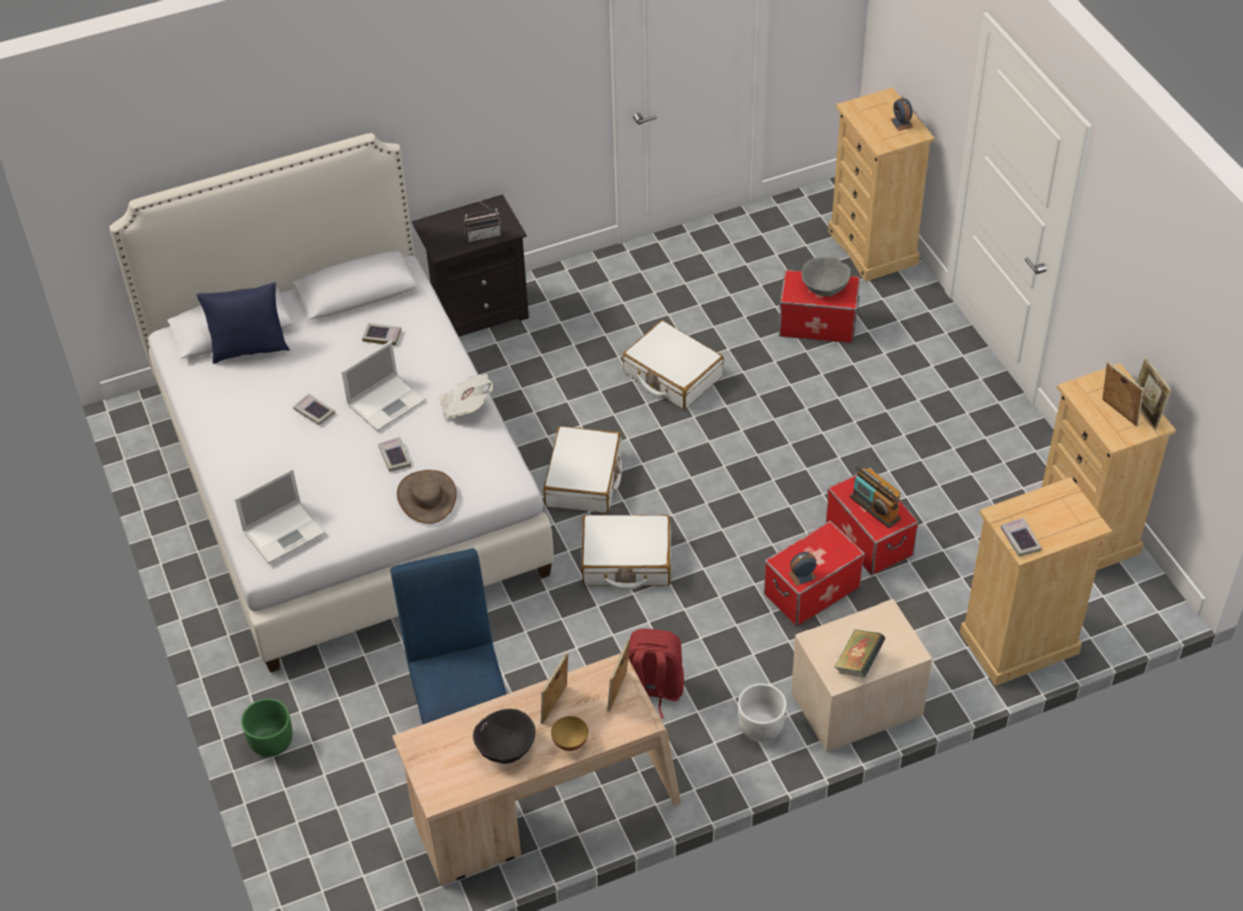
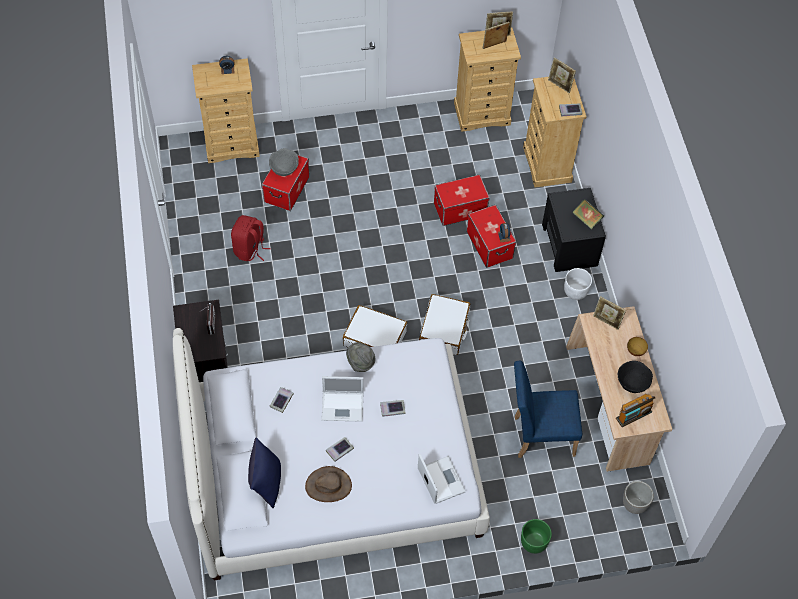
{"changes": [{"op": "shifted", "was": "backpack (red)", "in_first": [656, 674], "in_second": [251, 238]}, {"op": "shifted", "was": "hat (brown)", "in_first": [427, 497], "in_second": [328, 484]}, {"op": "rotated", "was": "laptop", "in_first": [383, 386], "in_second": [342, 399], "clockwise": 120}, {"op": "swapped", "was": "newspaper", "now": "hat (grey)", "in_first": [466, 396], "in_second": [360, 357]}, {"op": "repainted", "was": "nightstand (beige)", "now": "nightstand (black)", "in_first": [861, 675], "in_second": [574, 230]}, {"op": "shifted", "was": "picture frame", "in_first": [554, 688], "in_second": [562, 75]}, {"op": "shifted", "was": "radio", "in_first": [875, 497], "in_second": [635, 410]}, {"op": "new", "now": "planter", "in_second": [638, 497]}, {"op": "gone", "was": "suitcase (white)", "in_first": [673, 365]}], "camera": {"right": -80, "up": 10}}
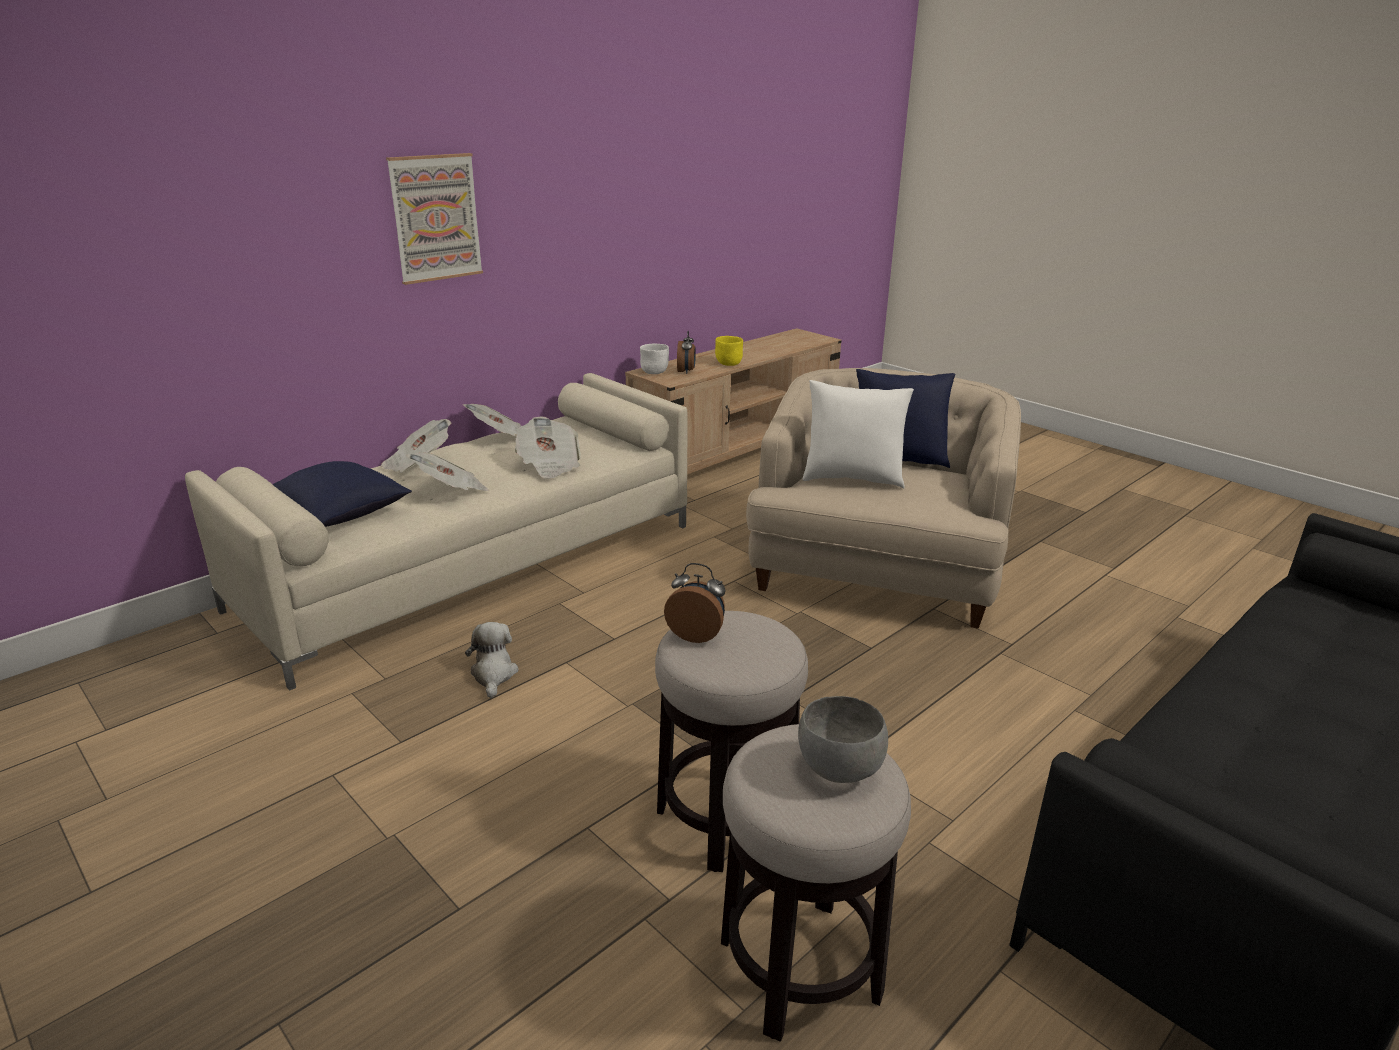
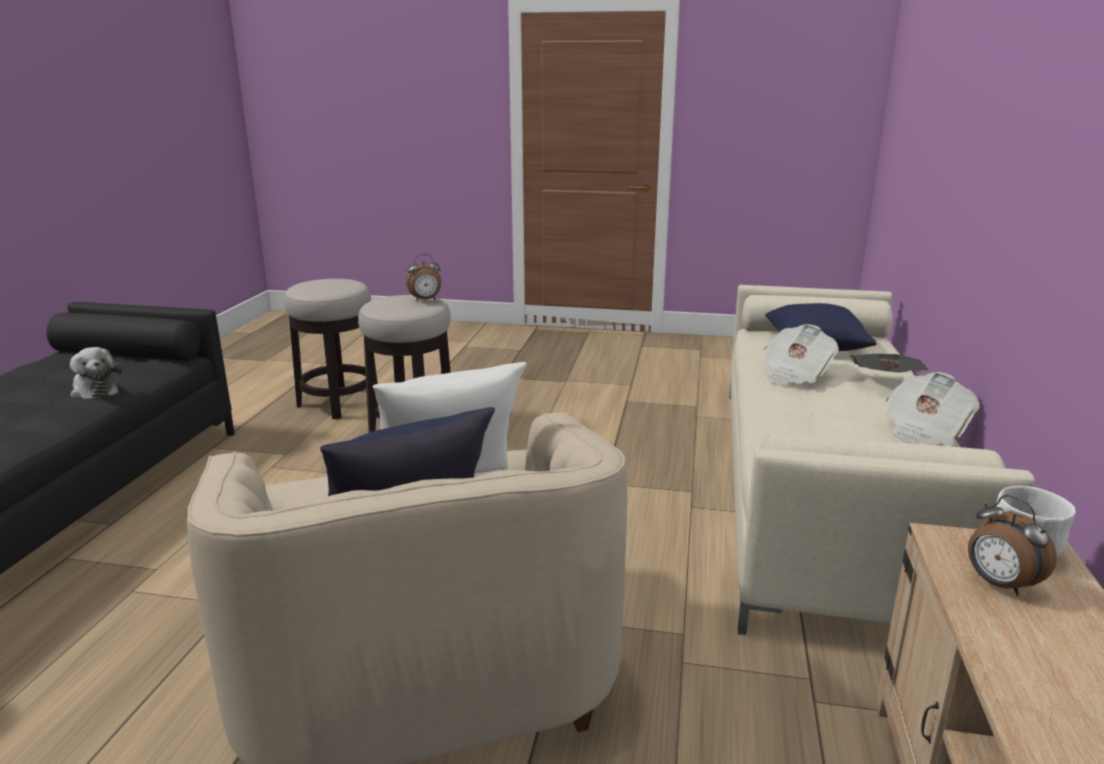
{"changes": [{"op": "shifted", "was": "plush toy", "in_first": [491, 660], "in_second": [96, 373]}, {"op": "gone", "was": "picture", "in_first": [434, 219]}, {"op": "gone", "was": "newspaper", "in_first": [547, 448]}, {"op": "gone", "was": "bowl (yellow)", "in_first": [729, 351]}, {"op": "gone", "was": "bowl (grey)", "in_first": [843, 739]}], "camera": {"right": 145, "up": -5}}
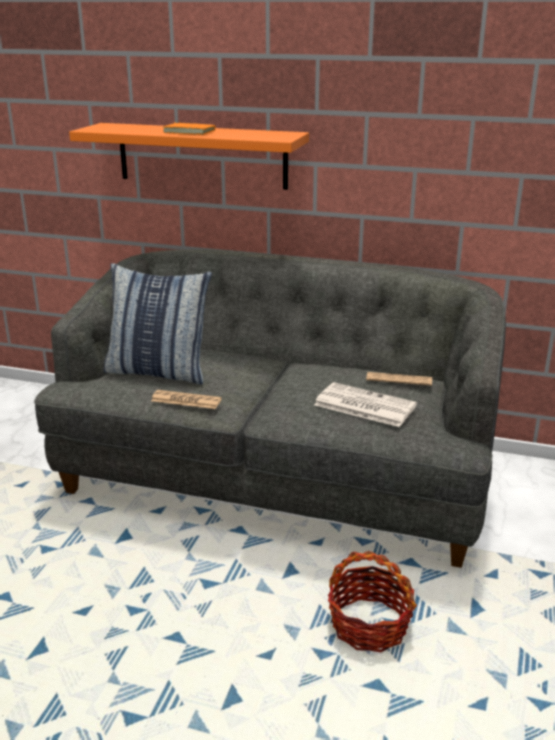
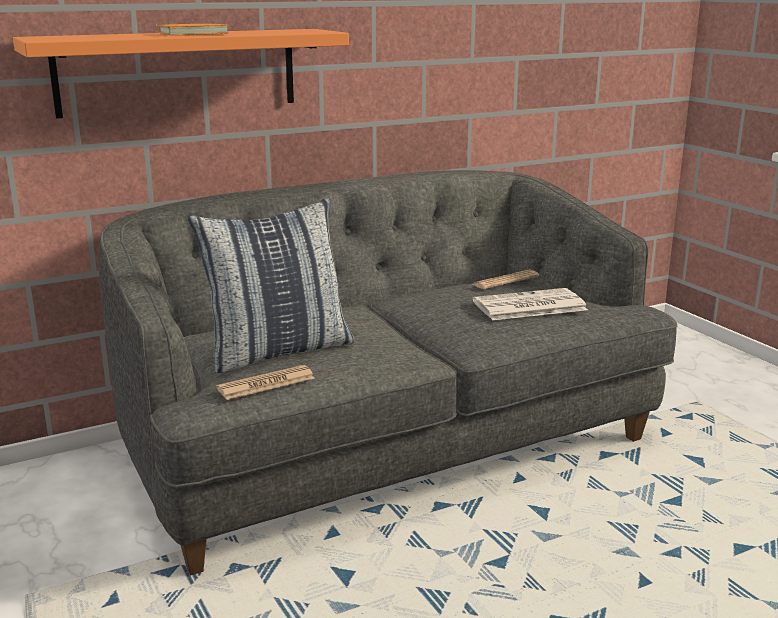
{"changes": [{"op": "shifted", "was": "newspaper", "in_first": [186, 399], "in_second": [265, 382]}, {"op": "gone", "was": "basket", "in_first": [372, 601]}], "camera": {"right": -45, "up": -5}}
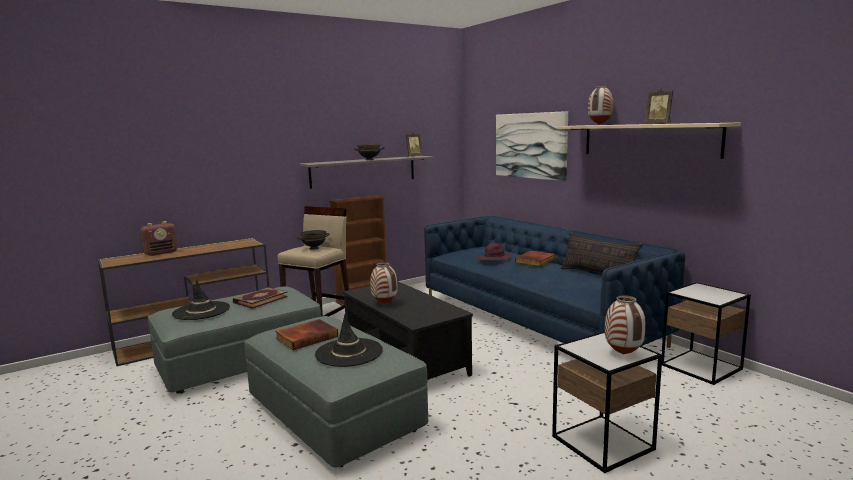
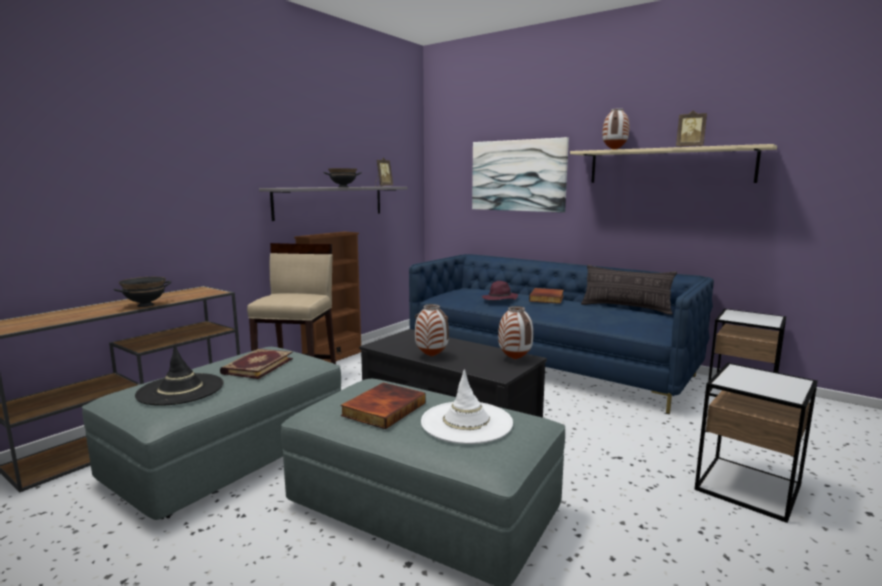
{"changes": [{"op": "shifted", "was": "bowl (black)", "in_first": [313, 239], "in_second": [142, 292]}, {"op": "repainted", "was": "hat (black)", "now": "hat (white)", "in_first": [349, 340], "in_second": [467, 406]}, {"op": "shifted", "was": "vase", "in_first": [625, 324], "in_second": [515, 333]}, {"op": "gone", "was": "radio", "in_first": [159, 238]}], "camera": {"right": -20, "up": 0}}
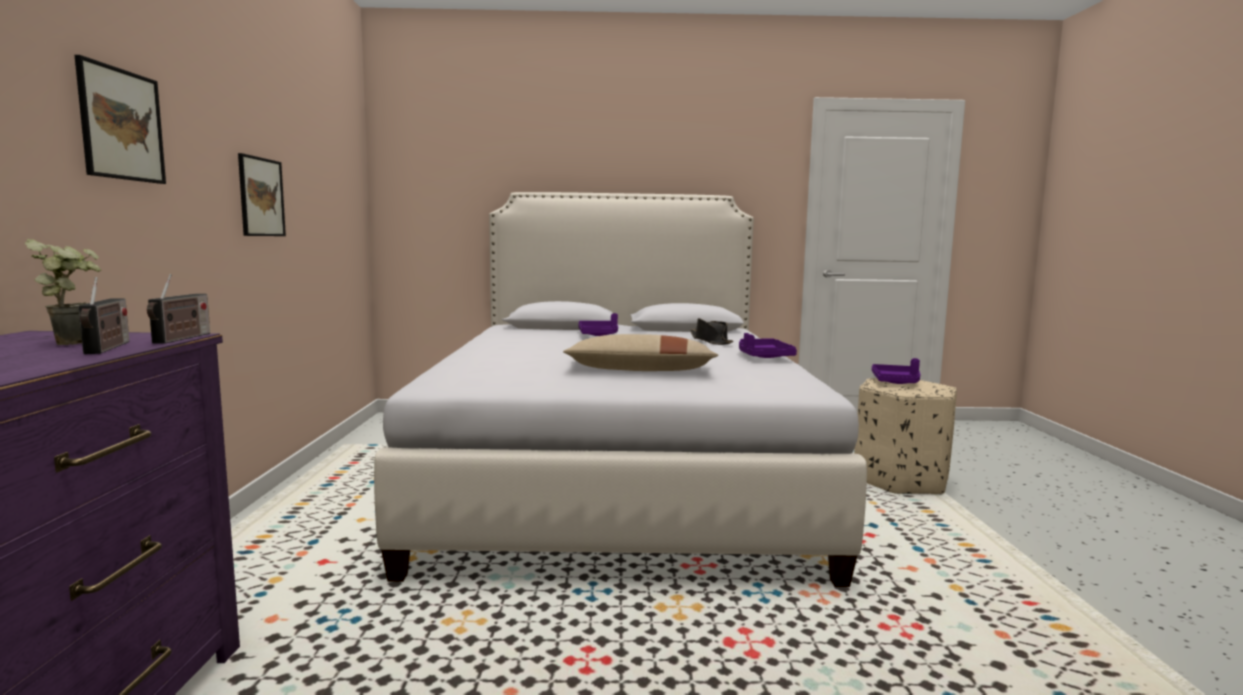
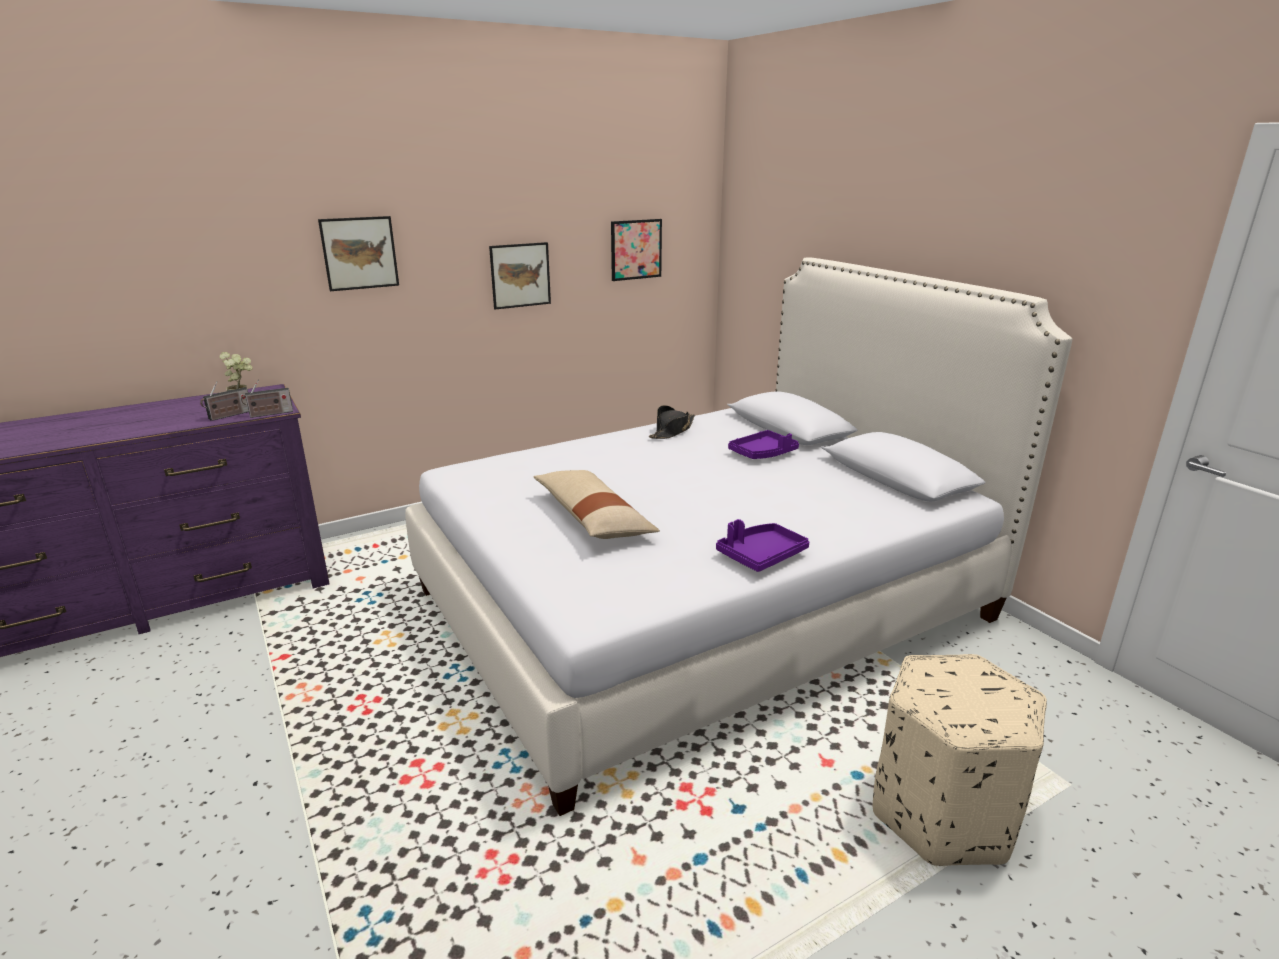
{"changes": [{"op": "new", "now": "picture", "in_second": [636, 250]}, {"op": "shifted", "was": "hat (black)", "in_first": [711, 331], "in_second": [672, 422]}, {"op": "gone", "was": "tray (purple)", "in_first": [896, 371]}], "camera": {"right": 60, "up": 15}}
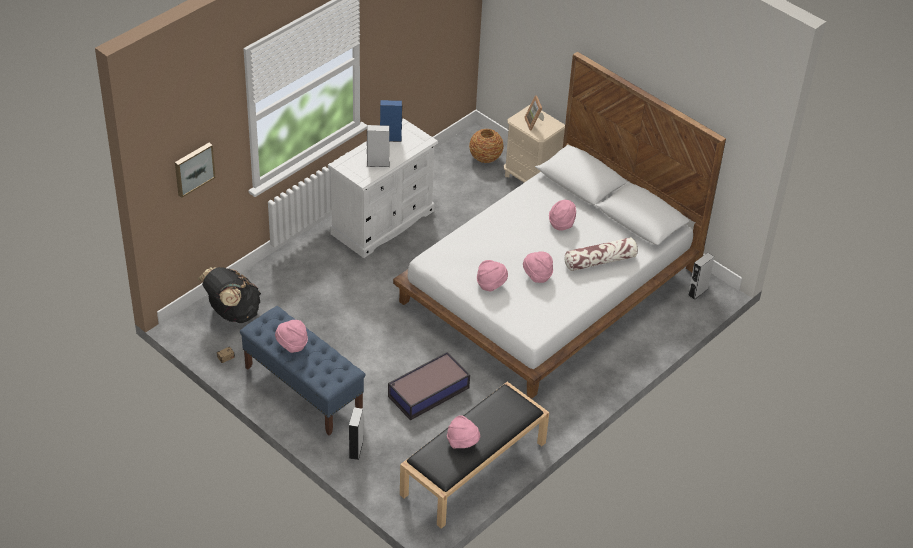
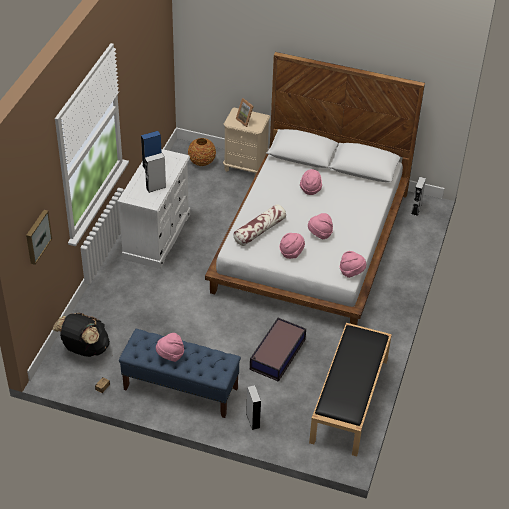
{"changes": [{"op": "shifted", "was": "pillow", "in_first": [601, 254], "in_second": [260, 225]}, {"op": "shifted", "was": "hat (pink)", "in_first": [463, 431], "in_second": [353, 264]}], "camera": {"right": -25, "up": 0}}
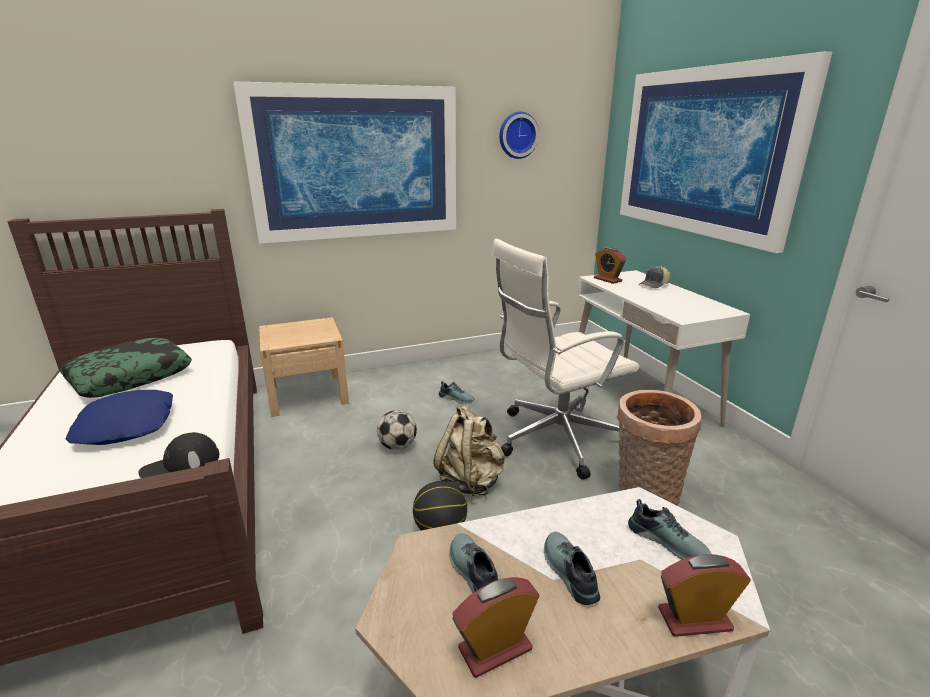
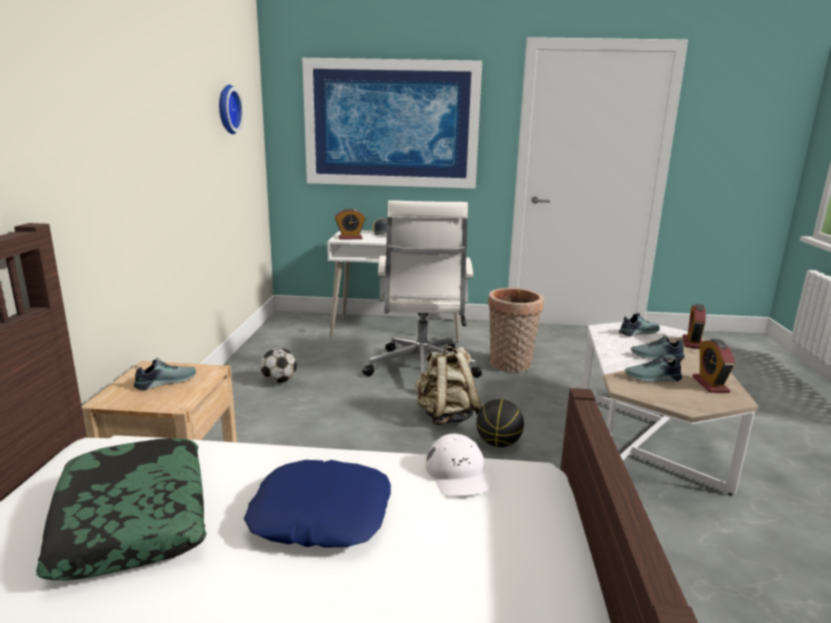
{"changes": [{"op": "shifted", "was": "shoe", "in_first": [456, 392], "in_second": [165, 374]}, {"op": "shifted", "was": "football", "in_first": [397, 430], "in_second": [278, 366]}, {"op": "repainted", "was": "cap (black)", "now": "cap (white)", "in_first": [178, 455], "in_second": [458, 465]}, {"op": "gone", "was": "picture", "in_first": [344, 162]}], "camera": {"right": -65, "up": -5}}
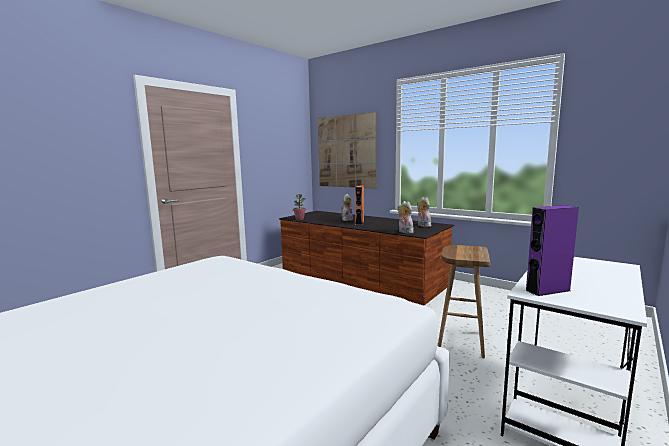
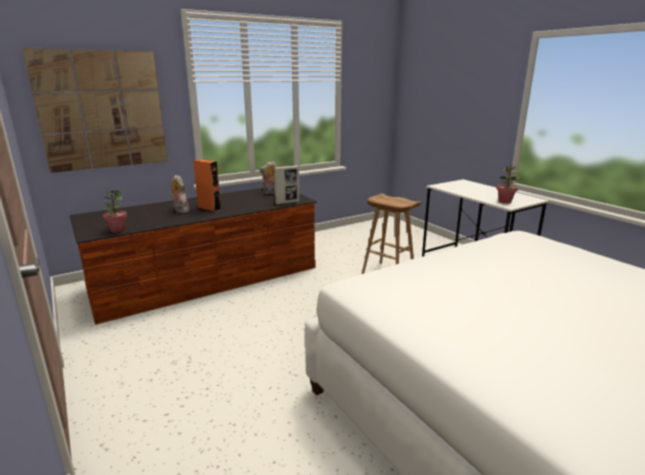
{"changes": [{"op": "swapped", "was": "plush toy", "now": "picture frame", "in_first": [405, 217], "in_second": [286, 184]}, {"op": "swapped", "was": "speaker (purple)", "now": "potted plant", "in_first": [552, 250], "in_second": [507, 184]}], "camera": {"right": -70, "up": 10}}
